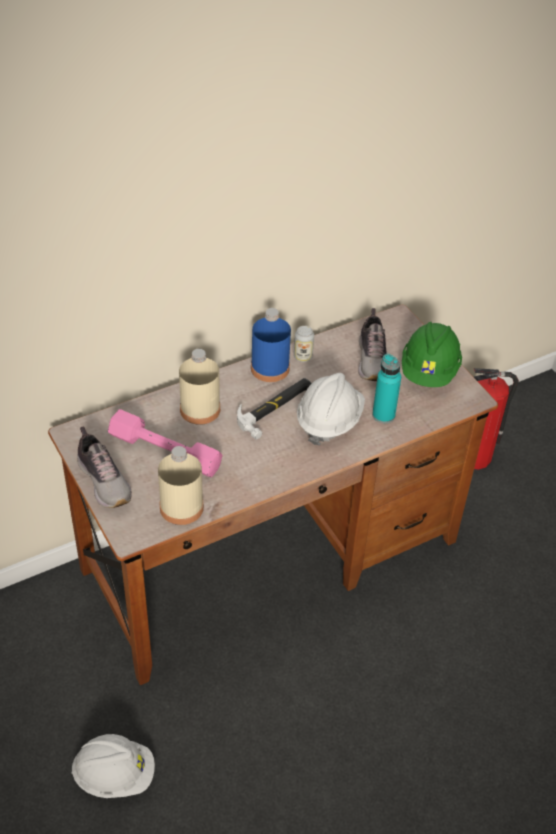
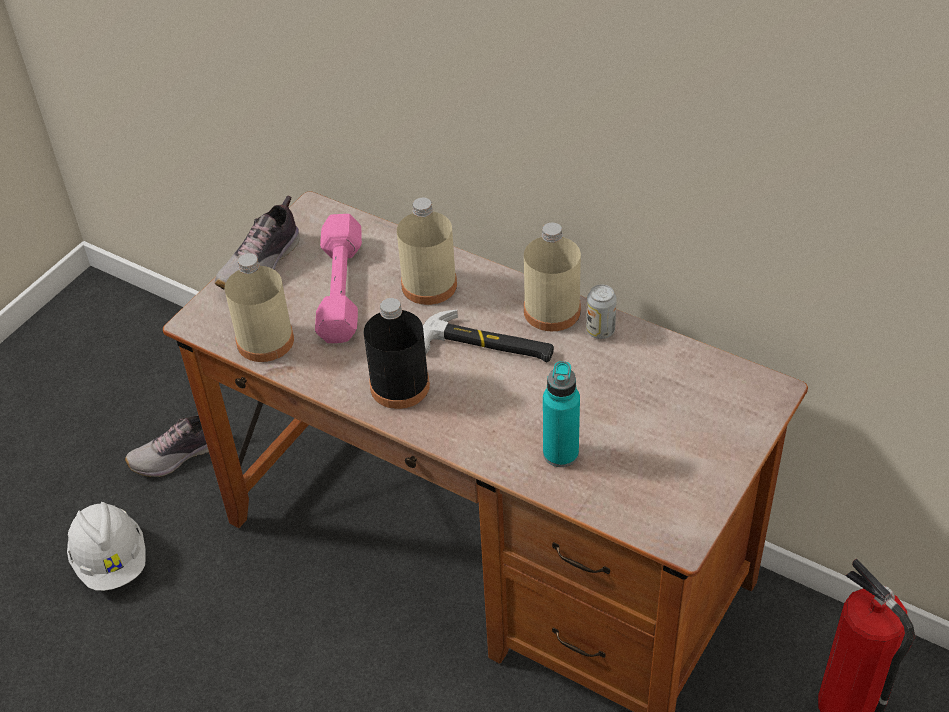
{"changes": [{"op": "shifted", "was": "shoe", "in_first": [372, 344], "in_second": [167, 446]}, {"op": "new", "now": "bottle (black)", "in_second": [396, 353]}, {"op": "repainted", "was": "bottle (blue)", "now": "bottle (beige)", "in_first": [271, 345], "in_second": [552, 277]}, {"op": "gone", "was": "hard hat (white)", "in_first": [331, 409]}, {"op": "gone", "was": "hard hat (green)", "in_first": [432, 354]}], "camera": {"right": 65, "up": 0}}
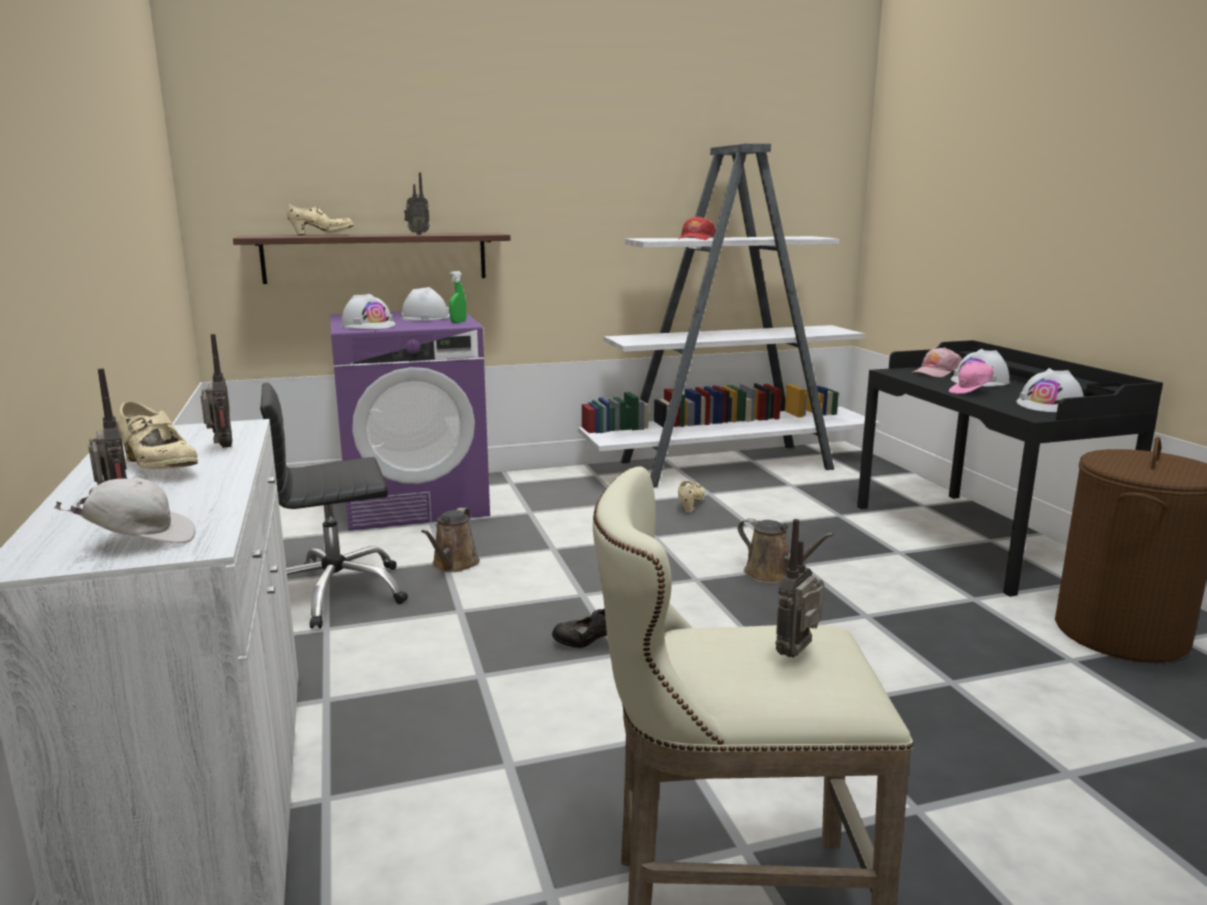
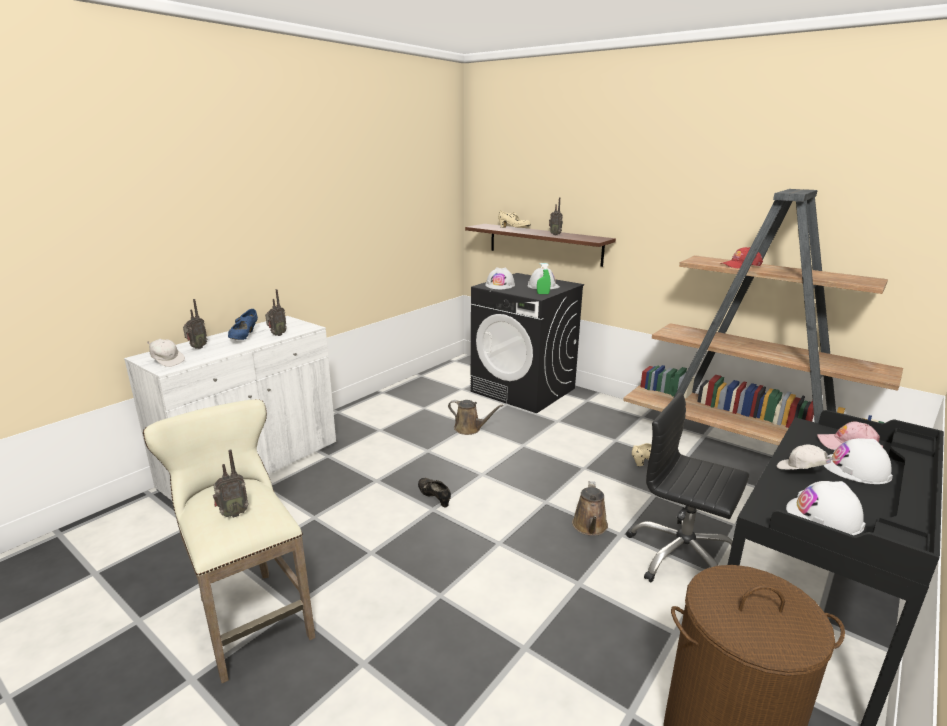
{"changes": [{"op": "rotated", "was": "radio", "in_first": [800, 588], "in_second": [231, 483], "clockwise": 150}, {"op": "repainted", "was": "shoe (beige)", "now": "shoe (blue)", "in_first": [157, 435], "in_second": [243, 324]}, {"op": "rotated", "was": "watering can (brown)", "in_first": [450, 540], "in_second": [475, 417], "clockwise": -135}, {"op": "repainted", "was": "washing machine (purple)", "now": "washing machine (black)", "in_first": [410, 421], "in_second": [527, 343]}, {"op": "repainted", "was": "bookcase (white)", "now": "bookcase (brown)", "in_first": [729, 316], "in_second": [763, 317]}, {"op": "shifted", "was": "office chair (black)", "in_first": [334, 506], "in_second": [687, 487]}, {"op": "repainted", "was": "cap (pink)", "now": "cap (white)", "in_first": [971, 378], "in_second": [808, 457]}], "camera": {"right": 55, "up": 5}}
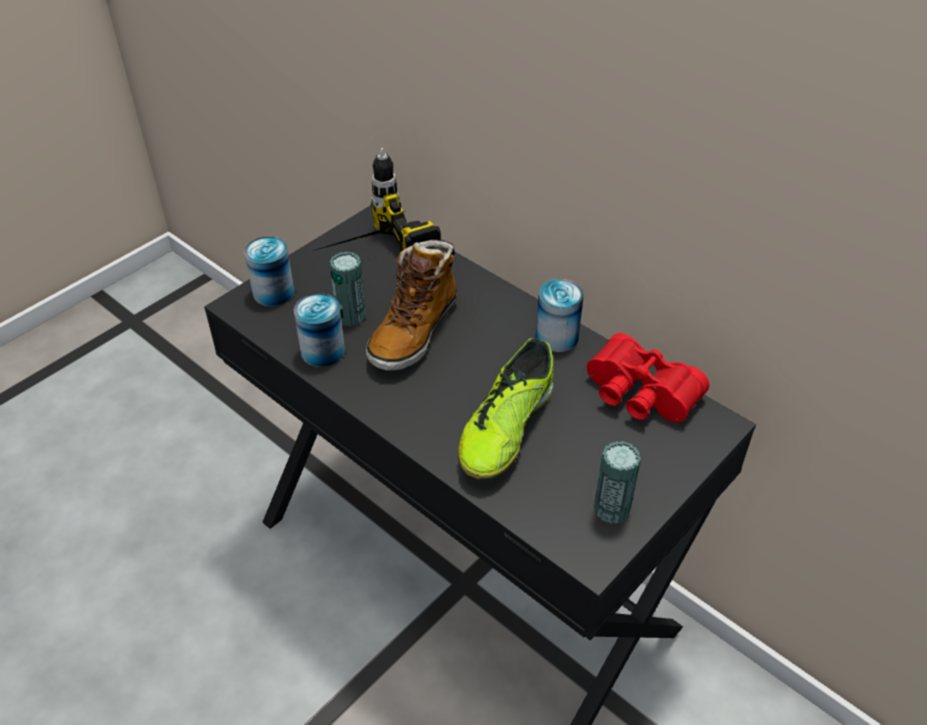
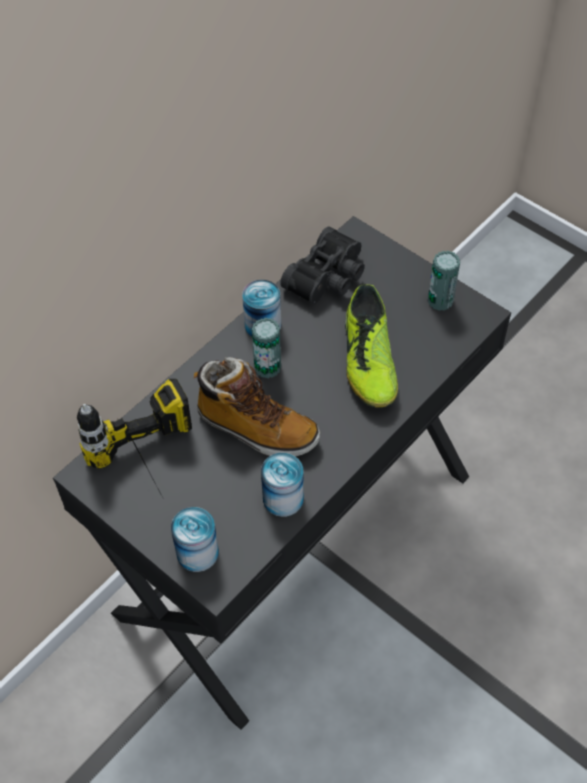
{"changes": [{"op": "shifted", "was": "can", "in_first": [347, 289], "in_second": [266, 348]}, {"op": "repainted", "was": "binoculars (red)", "now": "binoculars (black)", "in_first": [648, 378], "in_second": [322, 265]}, {"op": "rotated", "was": "shoe", "in_first": [506, 409], "in_second": [371, 346], "clockwise": 60}], "camera": {"right": -90, "up": 10}}
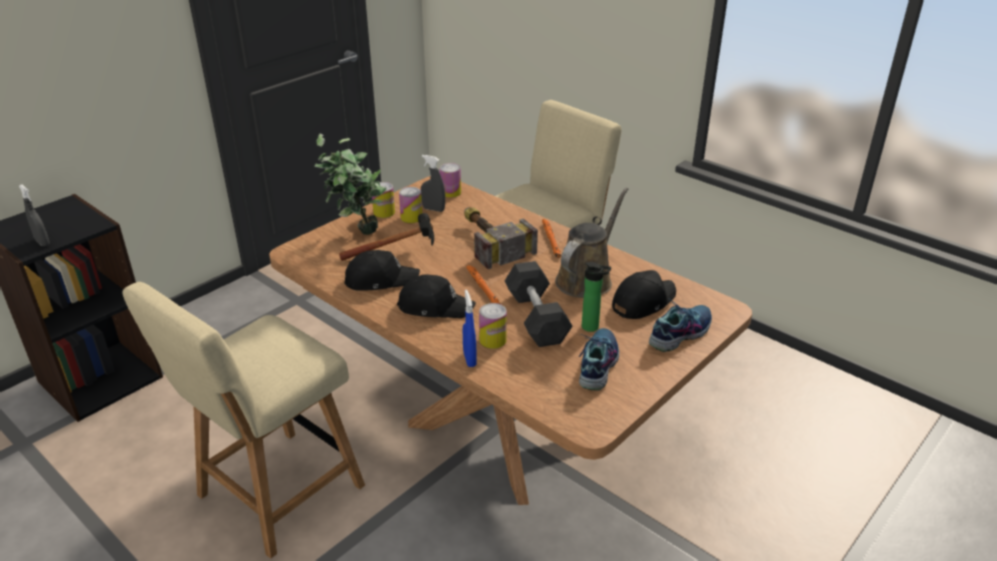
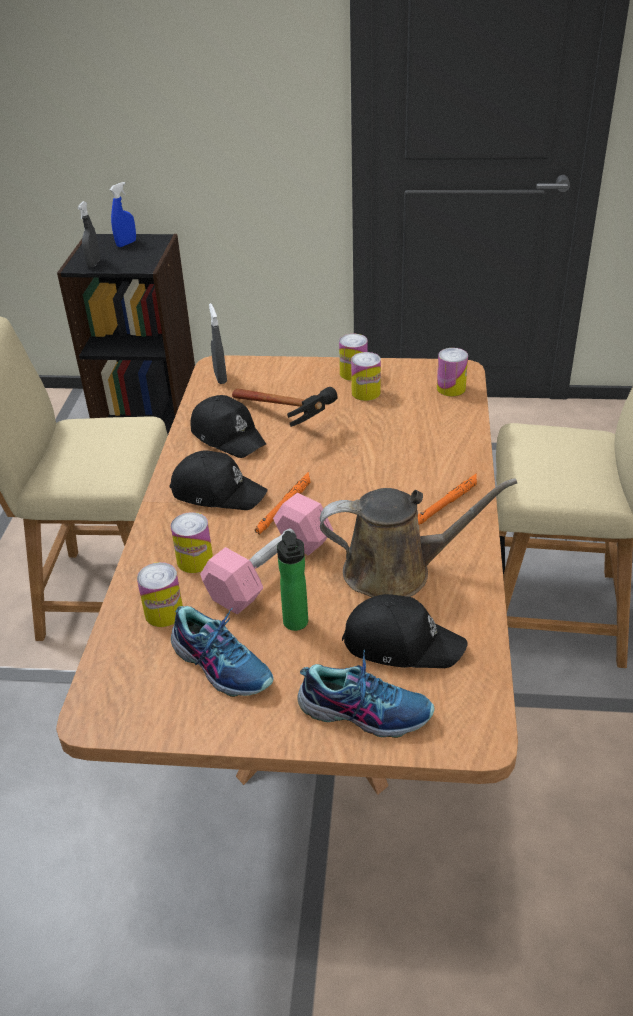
{"changes": [{"op": "shifted", "was": "spray bottle (blue)", "in_first": [470, 328], "in_second": [122, 214]}, {"op": "new", "now": "can", "in_second": [160, 594]}, {"op": "rotated", "was": "cap (black)", "in_first": [436, 296], "in_second": [218, 480], "clockwise": -45}, {"op": "rotated", "was": "shoe", "in_first": [599, 359], "in_second": [222, 651], "clockwise": 60}, {"op": "repainted", "was": "dumbbell (grey)", "now": "dumbbell (pink)", "in_first": [539, 304], "in_second": [266, 553]}, {"op": "shifted", "was": "spray bottle (grey)", "in_first": [433, 183], "in_second": [218, 343]}, {"op": "gone", "was": "potted plant", "in_first": [350, 184]}, {"op": "gone", "was": "hammer", "in_first": [501, 238]}], "camera": {"right": 55, "up": 5}}
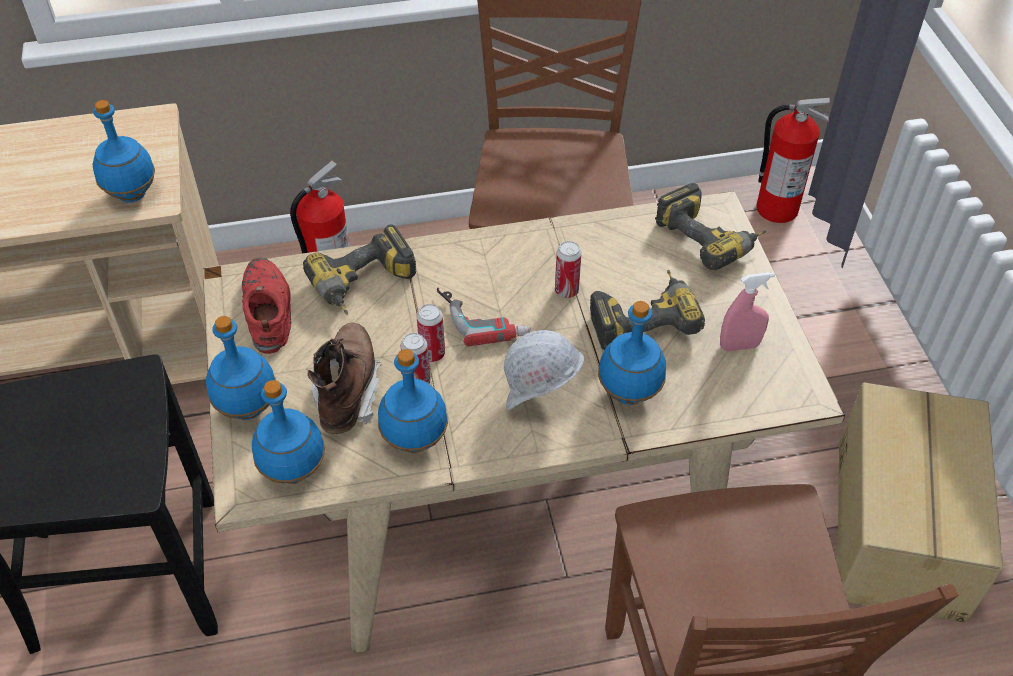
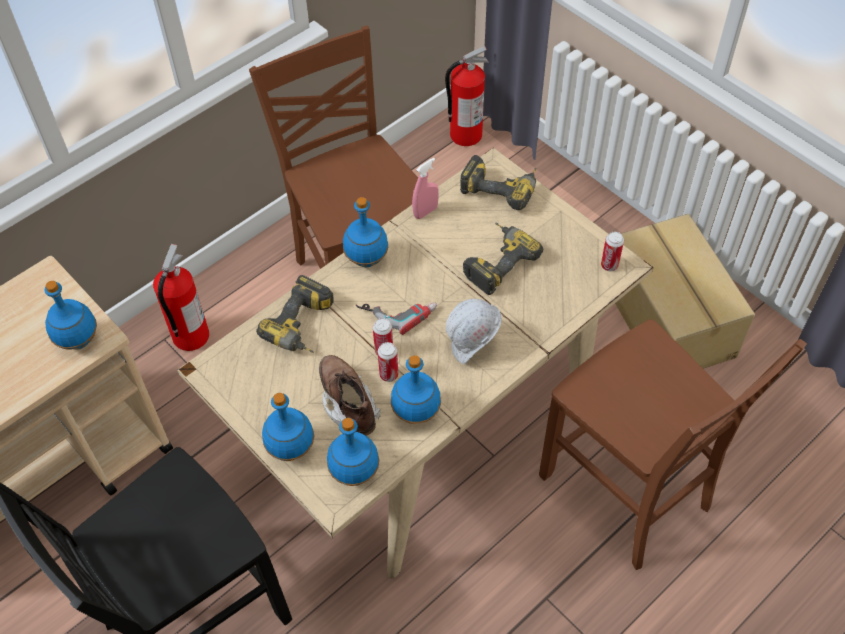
{"changes": [{"op": "shifted", "was": "bottle (blue)", "in_first": [632, 353], "in_second": [365, 232]}, {"op": "shifted", "was": "spray bottle (pink)", "in_first": [747, 311], "in_second": [425, 188]}, {"op": "shifted", "was": "can", "in_first": [568, 269], "in_second": [612, 251]}, {"op": "gone", "was": "shoe (red)", "in_first": [266, 306]}], "camera": {"right": -30, "up": 5}}
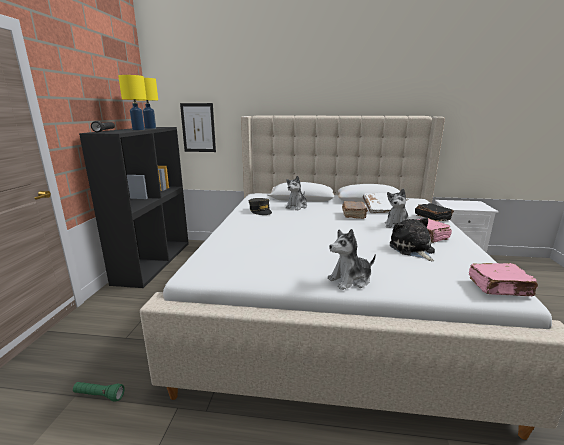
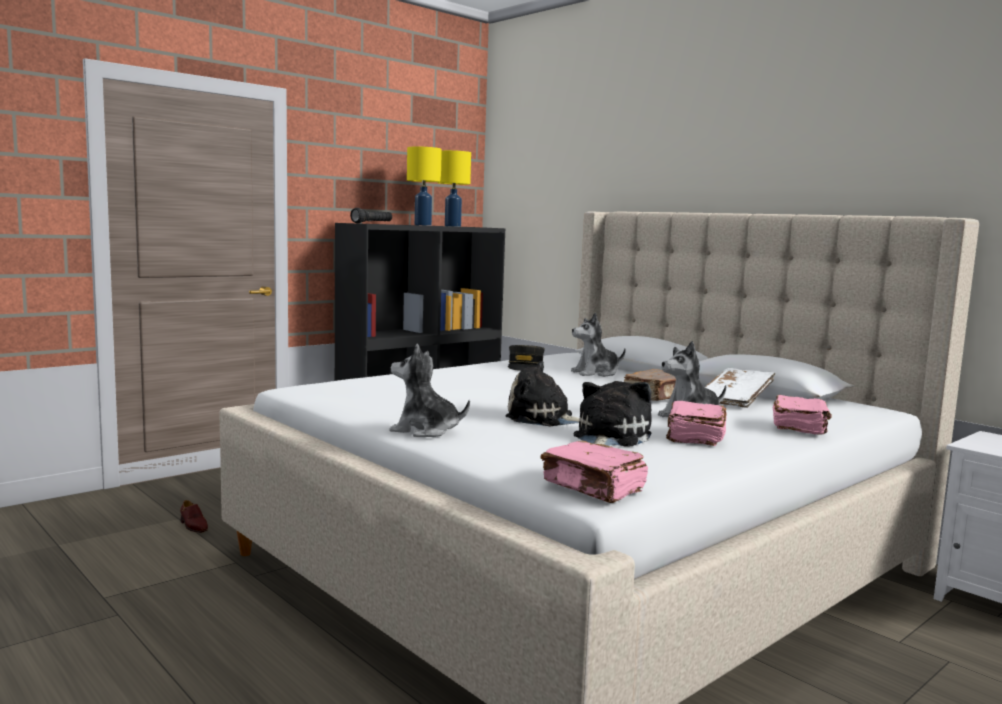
{"changes": [{"op": "swapped", "was": "flashlight (green)", "now": "shoe (brown)", "in_first": [99, 392], "in_second": [194, 516]}, {"op": "new", "now": "plush toy", "in_second": [542, 393]}, {"op": "repainted", "was": "book (black)", "now": "book (pink)", "in_first": [434, 212], "in_second": [802, 415]}, {"op": "gone", "was": "picture", "in_first": [198, 127]}], "camera": {"right": 40, "up": -10}}
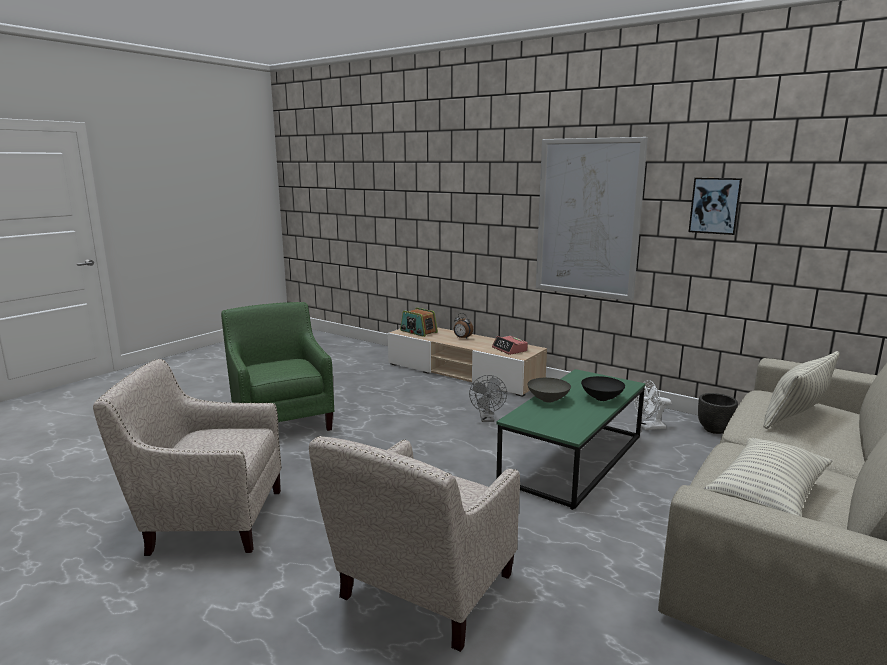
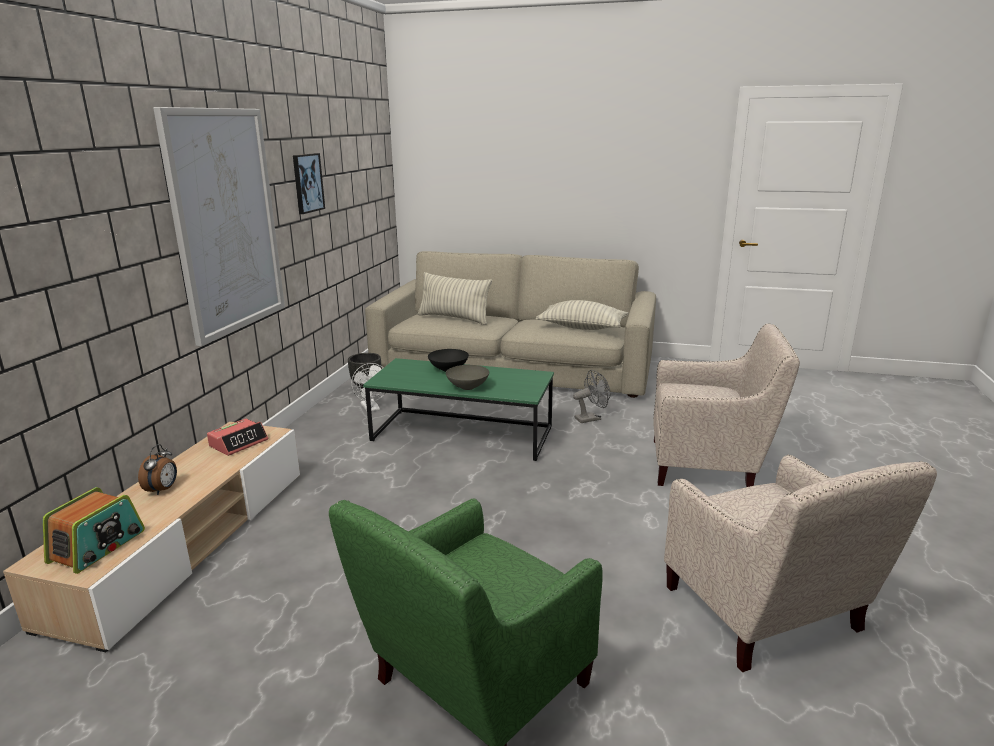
{"changes": [{"op": "shifted", "was": "fan (grey)", "in_first": [488, 398], "in_second": [591, 396]}], "camera": {"right": -110, "up": 5}}
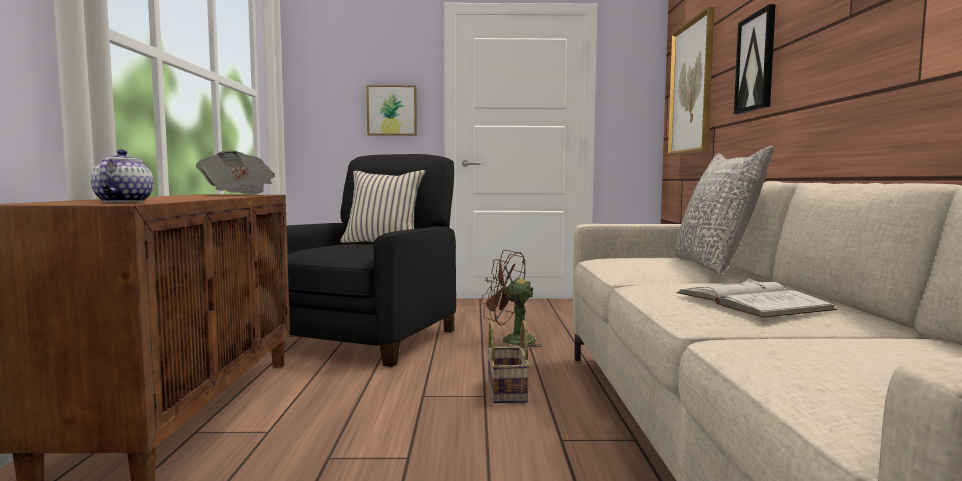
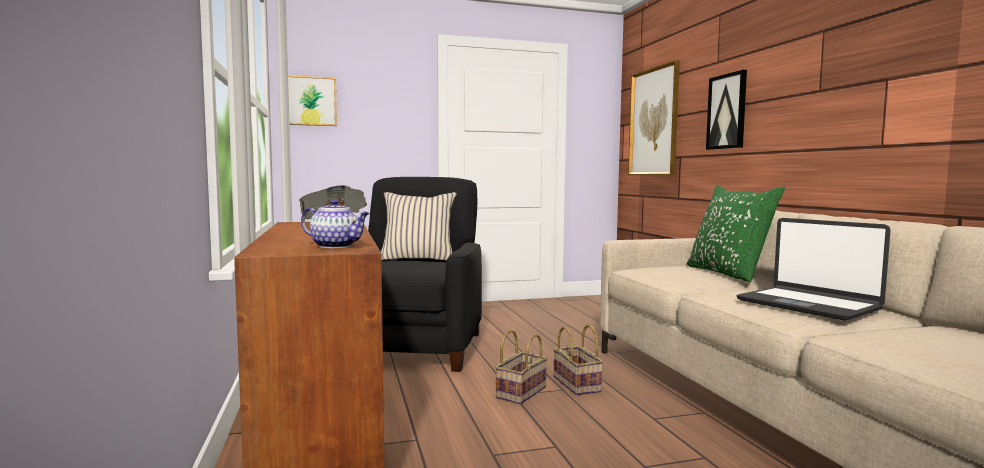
{"changes": [{"op": "shifted", "was": "picture", "in_first": [392, 110], "in_second": [312, 100]}, {"op": "rotated", "was": "teapot", "in_first": [122, 176], "in_second": [335, 223], "clockwise": 135}, {"op": "new", "now": "basket", "in_second": [521, 367]}, {"op": "repainted", "was": "pillow (grey)", "now": "pillow (green)", "in_first": [724, 210], "in_second": [736, 233]}, {"op": "swapped", "was": "book (white)", "now": "laptop", "in_first": [756, 298], "in_second": [813, 269]}, {"op": "gone", "was": "fan (brown)", "in_first": [512, 299]}], "camera": {"right": -15, "up": 0}}
